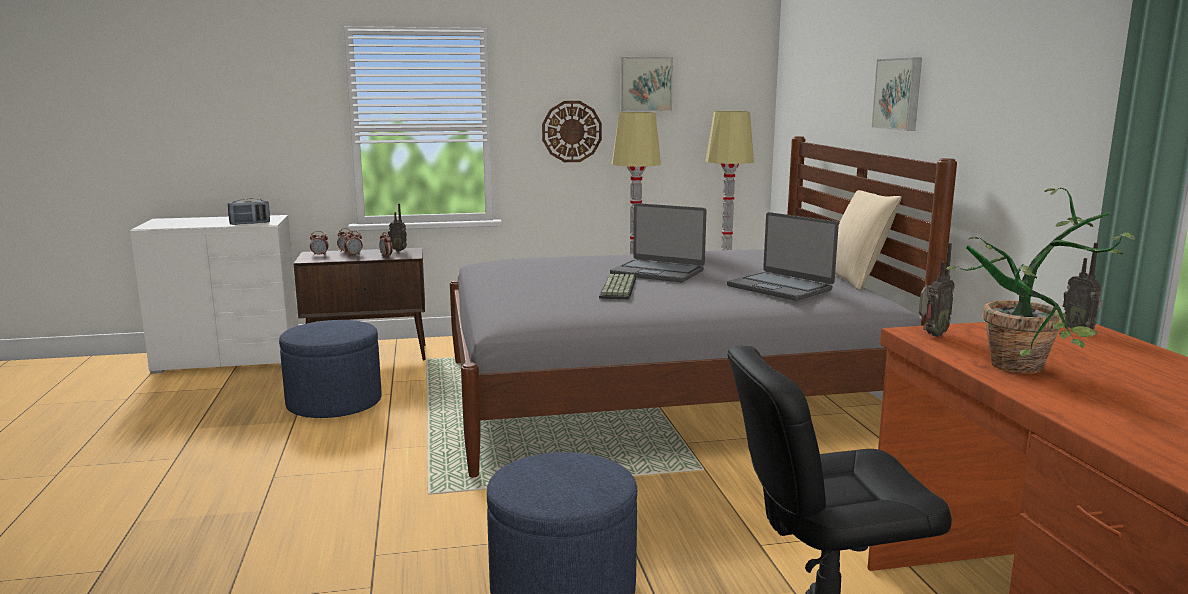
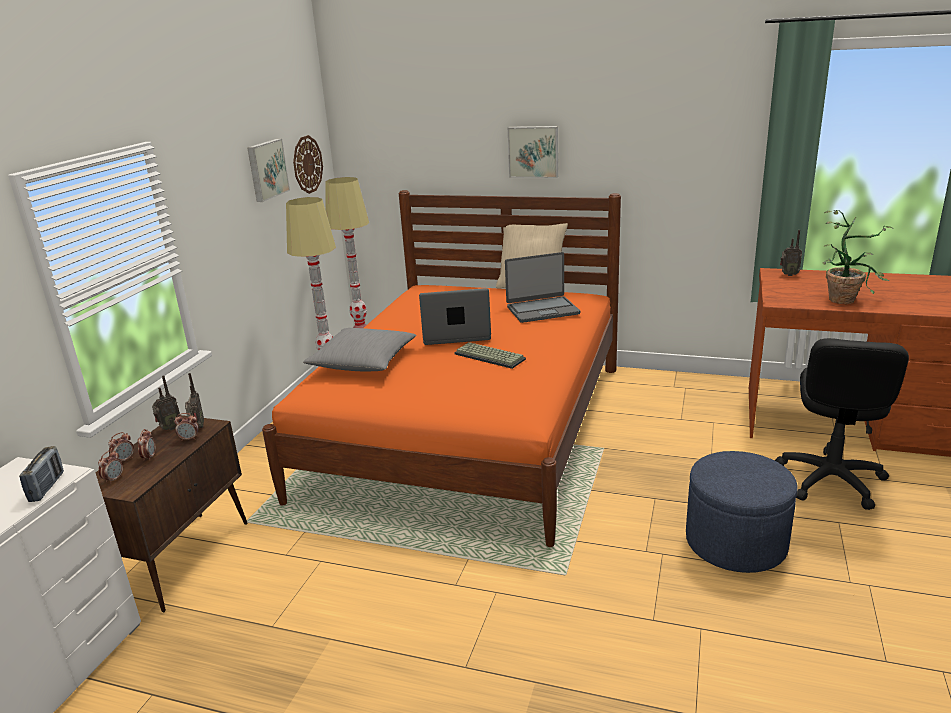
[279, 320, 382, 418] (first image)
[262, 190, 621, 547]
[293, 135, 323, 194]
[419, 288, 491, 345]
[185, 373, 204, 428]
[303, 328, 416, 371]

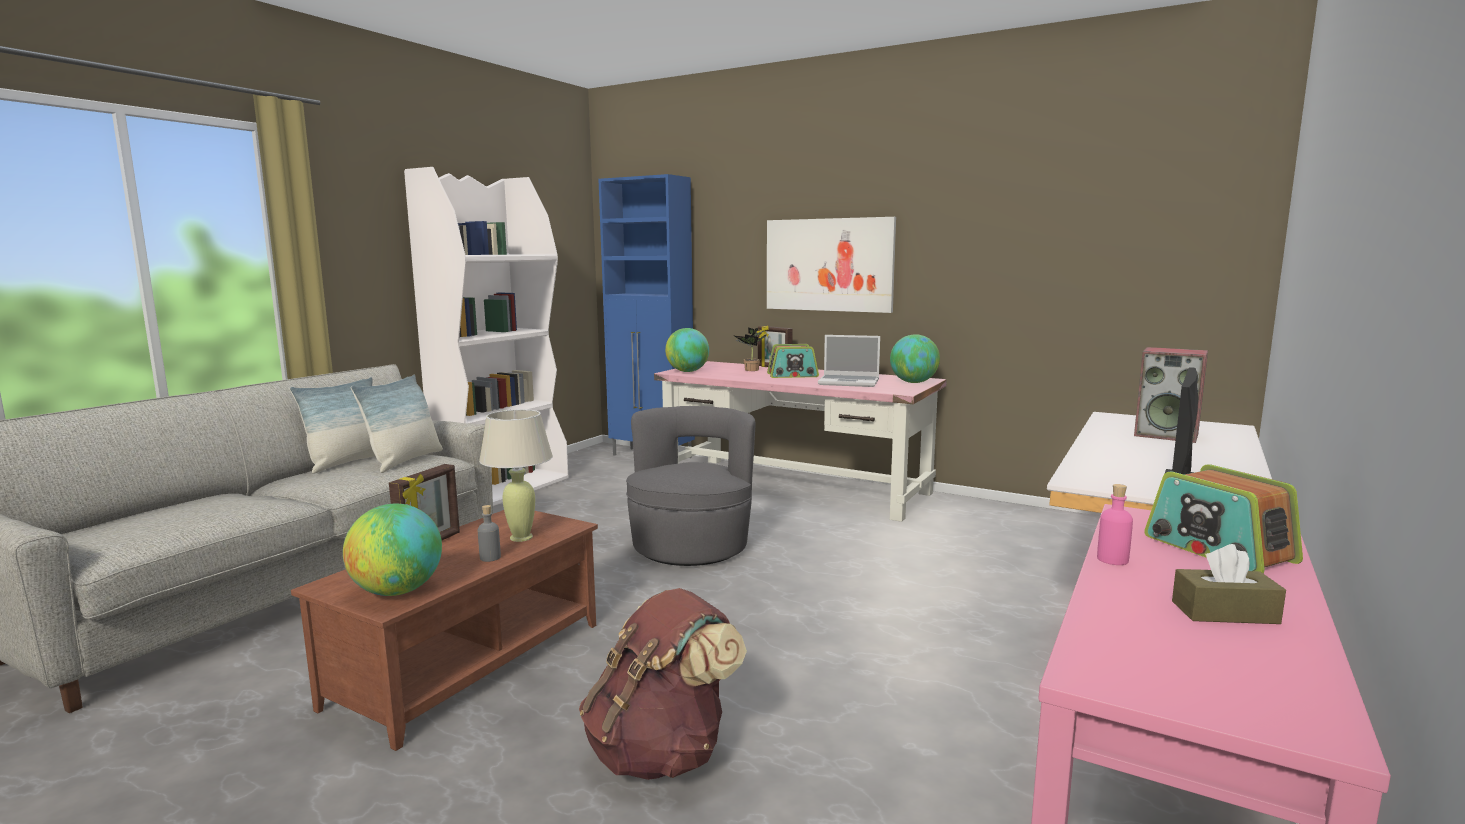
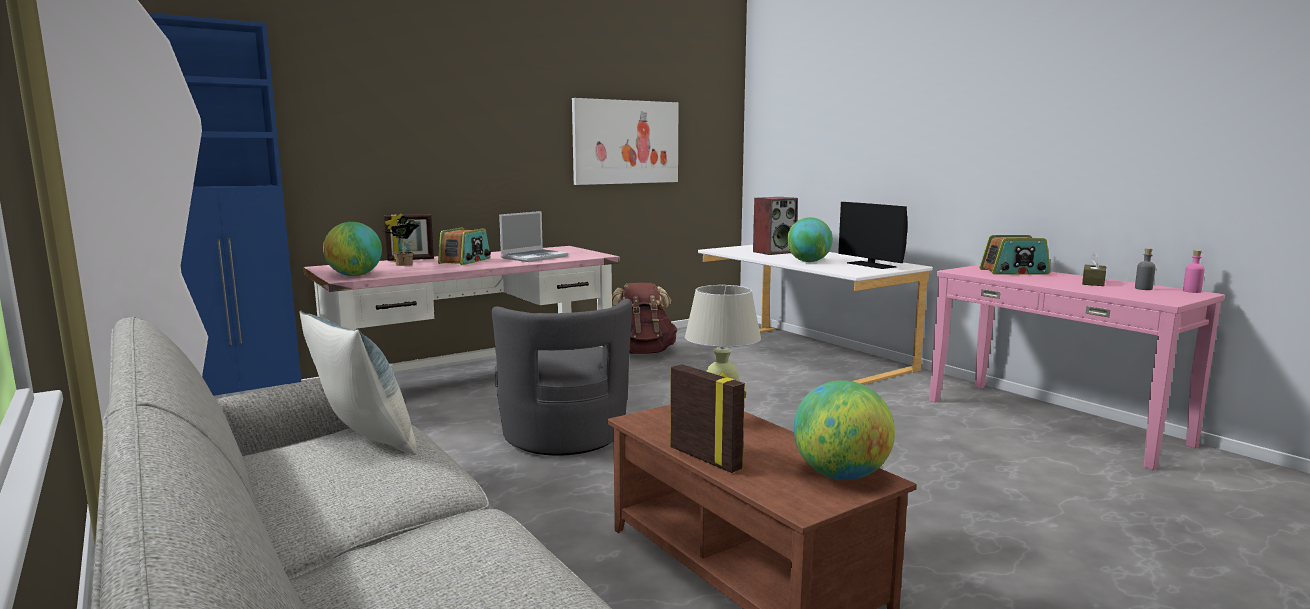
[290, 377, 375, 474] (first image)
[1135, 248, 1156, 290]
[612, 283, 677, 354]
[492, 299, 632, 456]
[572, 98, 679, 185]
[787, 217, 833, 262]
[1183, 250, 1205, 293]

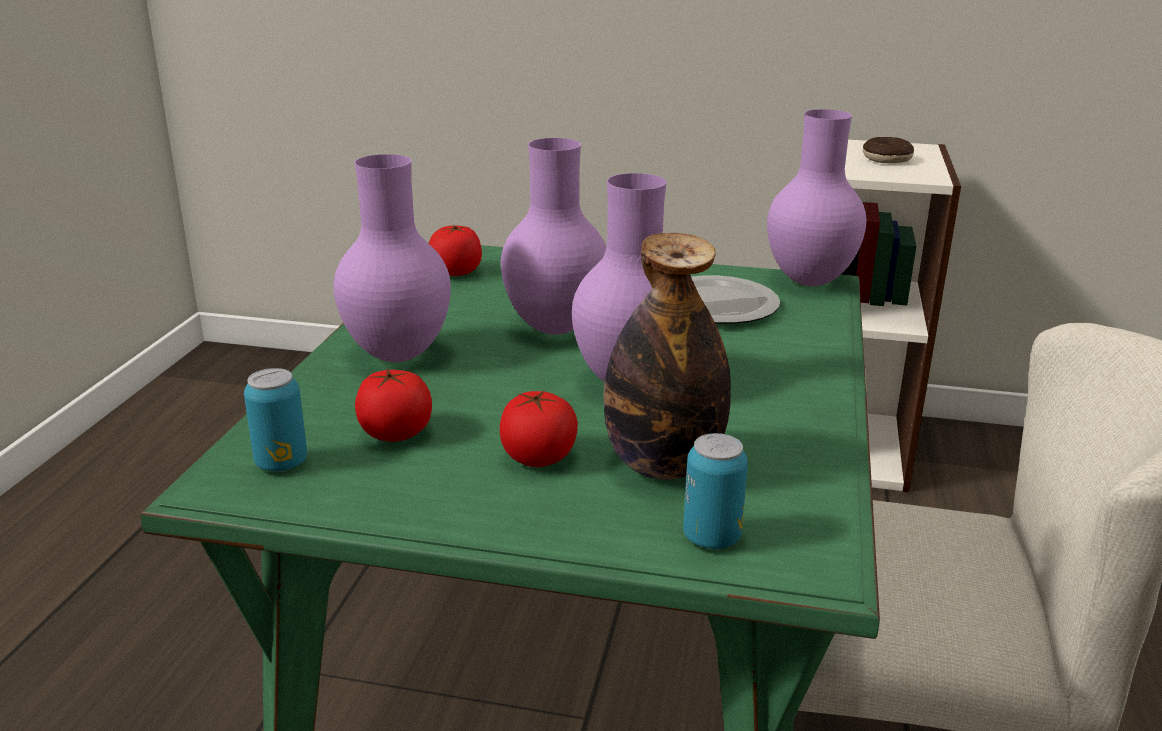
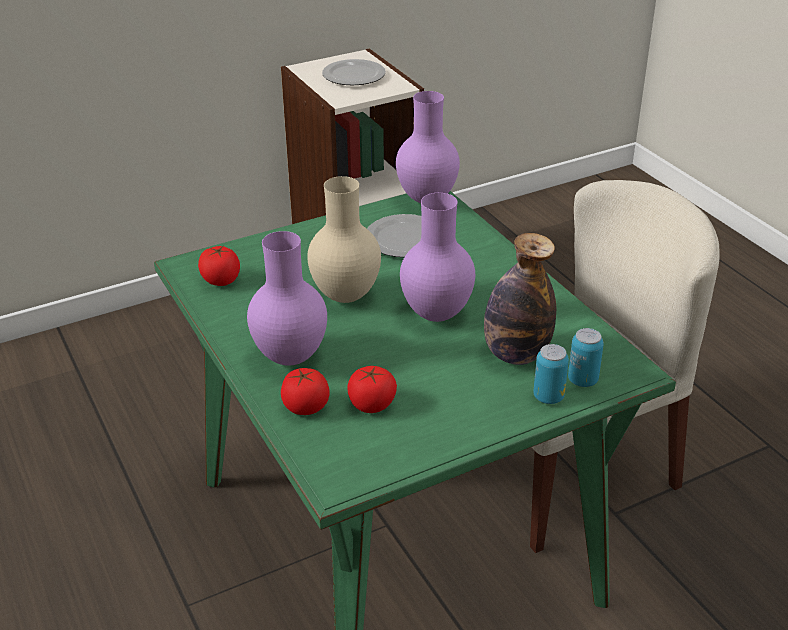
[533, 344, 569, 404]
[281, 368, 330, 415]
[307, 176, 381, 303]
[322, 59, 386, 85]

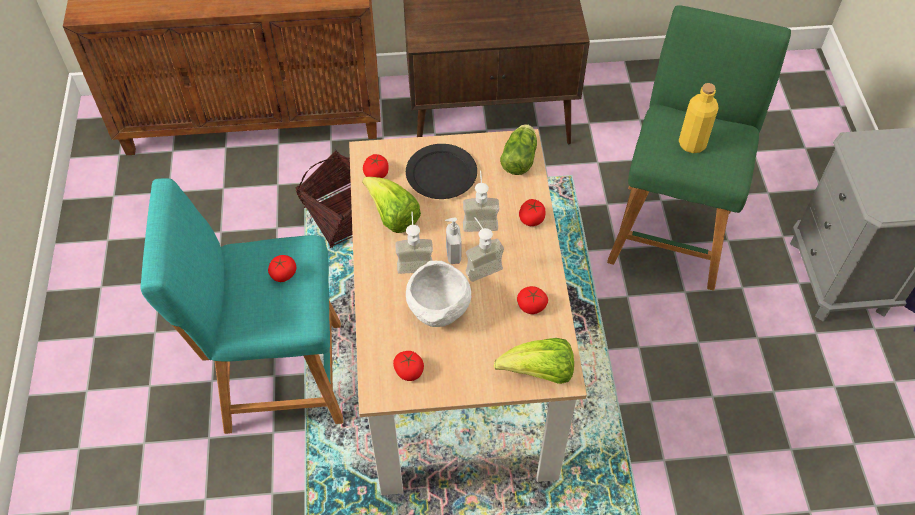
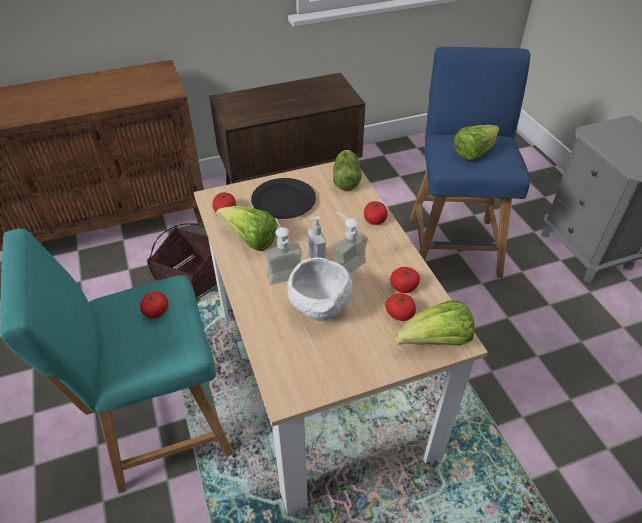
[385, 293, 416, 321]
[463, 170, 499, 232] (first image)
[410, 47, 530, 278]
[454, 125, 499, 160]

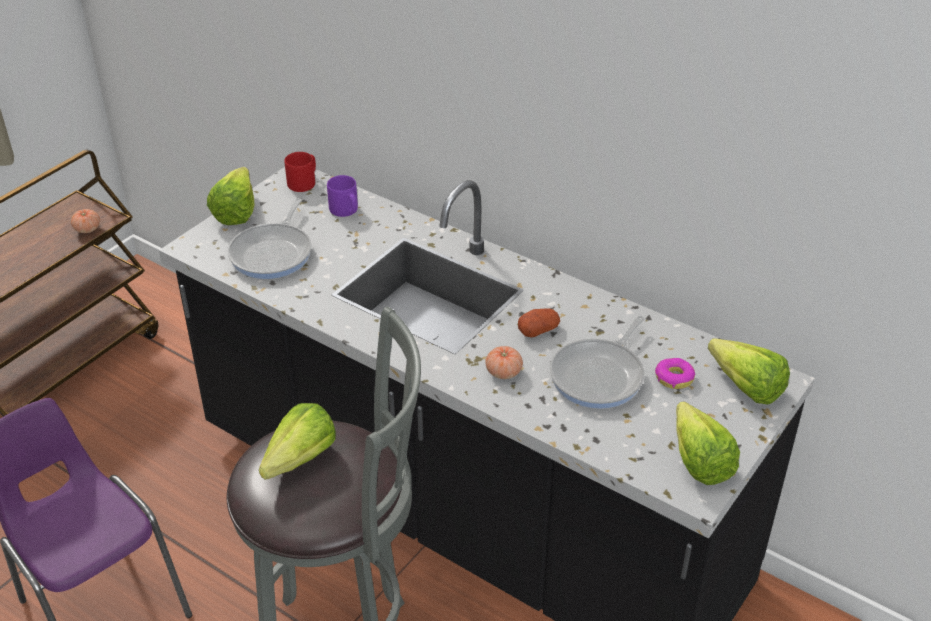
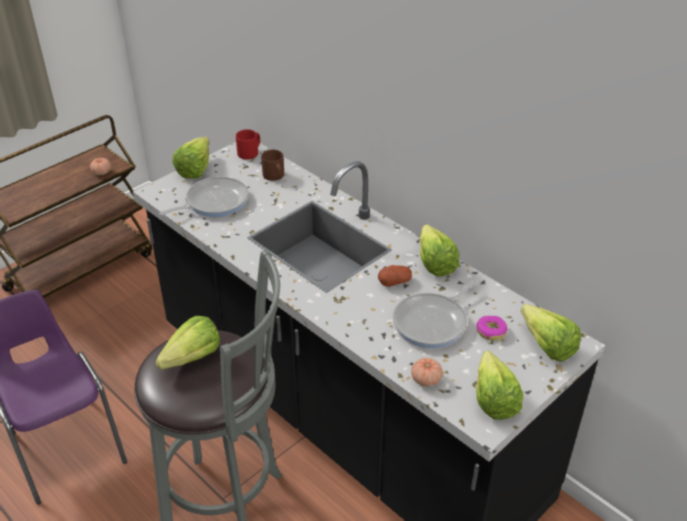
[159, 176, 248, 217]
[261, 150, 284, 181]
[411, 358, 443, 387]
[420, 225, 460, 277]

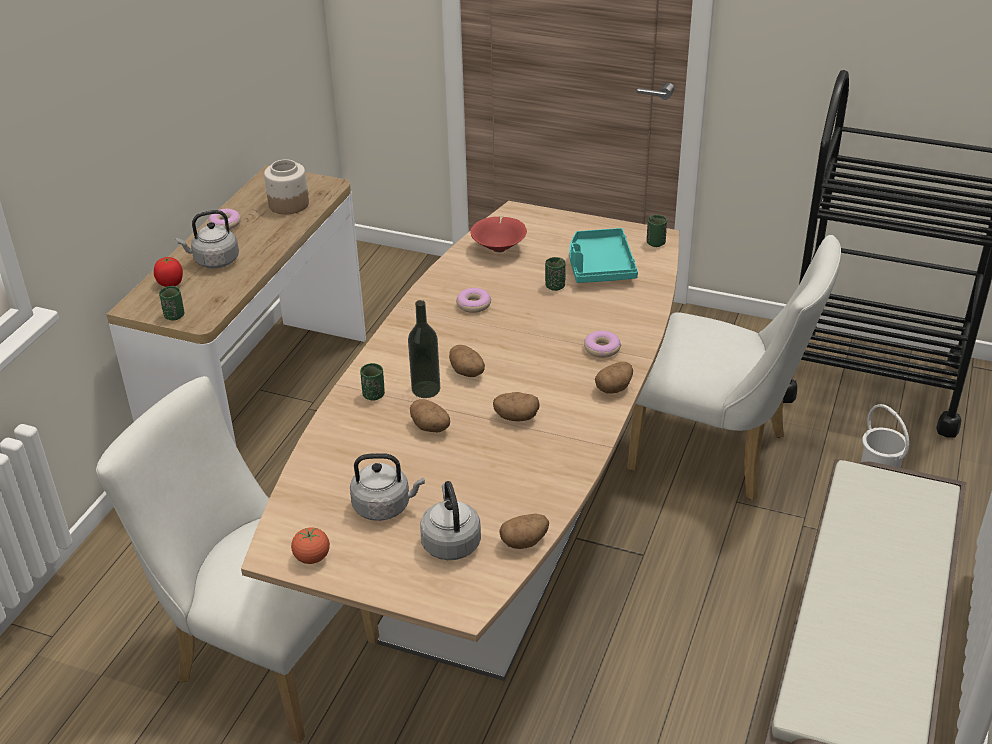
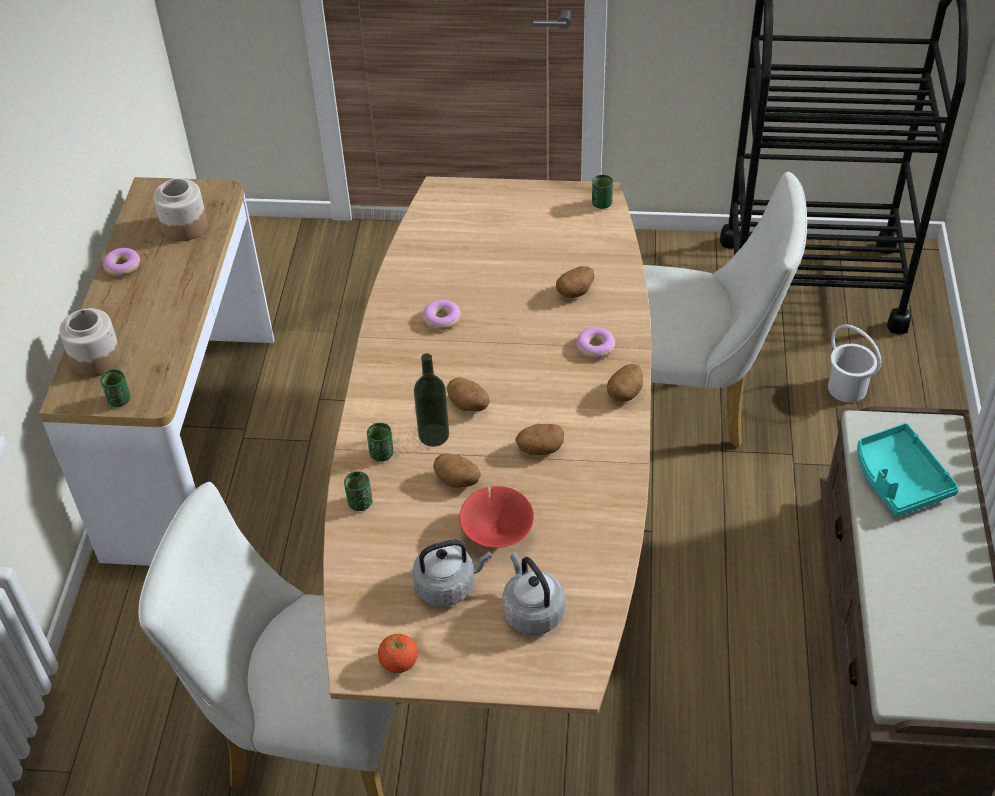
[59, 308, 121, 377]
[176, 210, 239, 269] (first image)
[459, 486, 534, 548]
[556, 266, 594, 298]
[344, 471, 373, 511]
[857, 423, 959, 517]

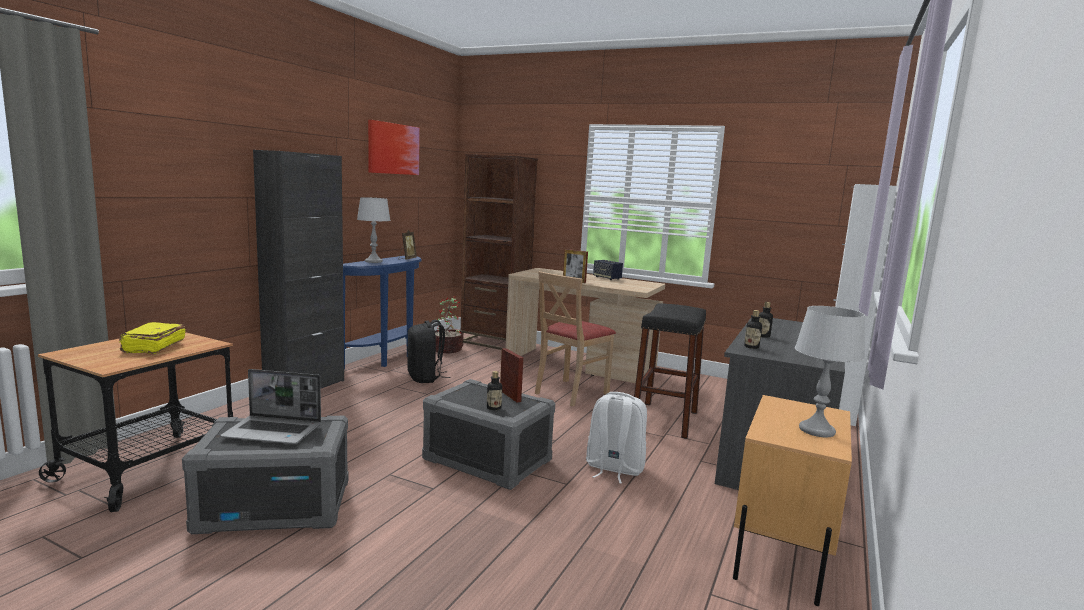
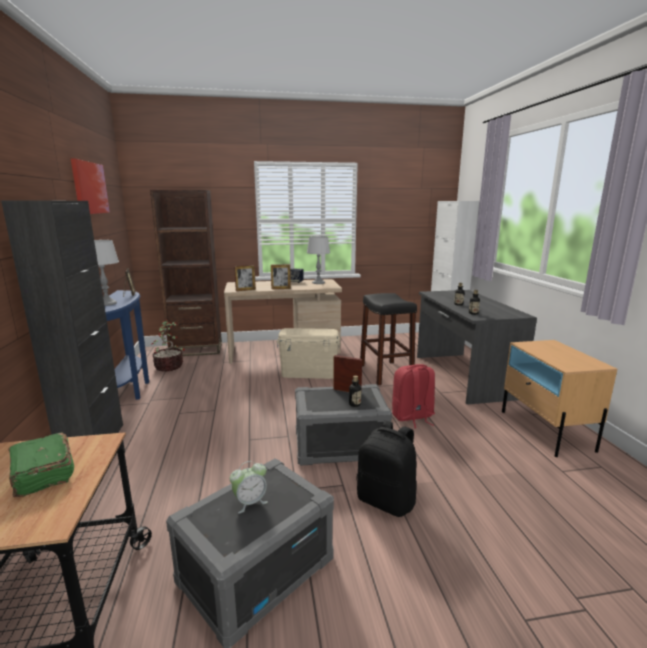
[8, 433, 74, 497]
[230, 461, 268, 514]
[357, 421, 417, 517]
[277, 328, 340, 379]
[392, 364, 435, 428]
[307, 236, 330, 284]
[234, 265, 256, 291]

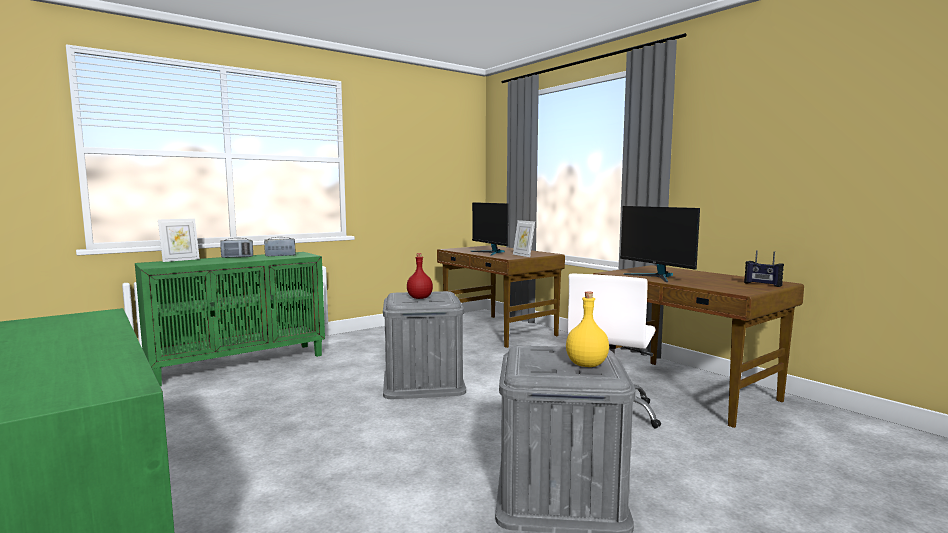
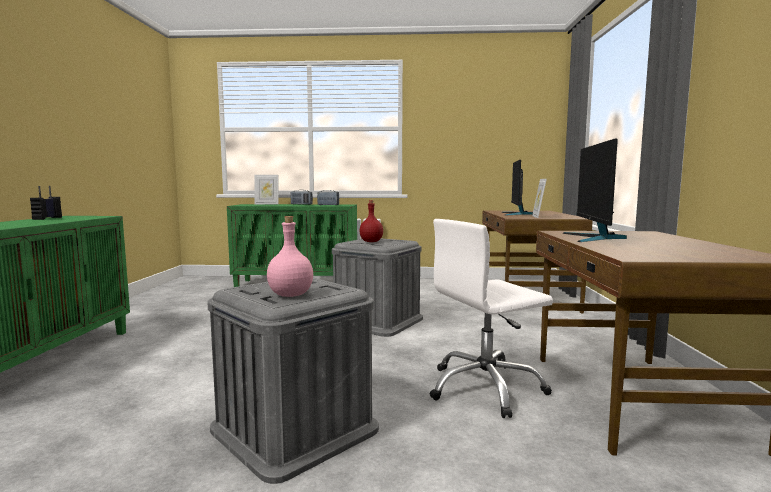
[267, 216, 313, 297]
[30, 186, 62, 220]

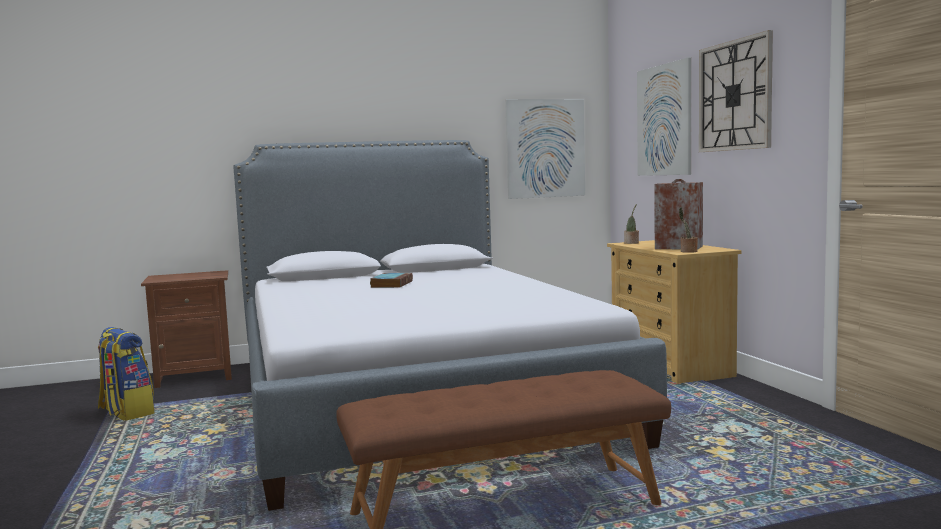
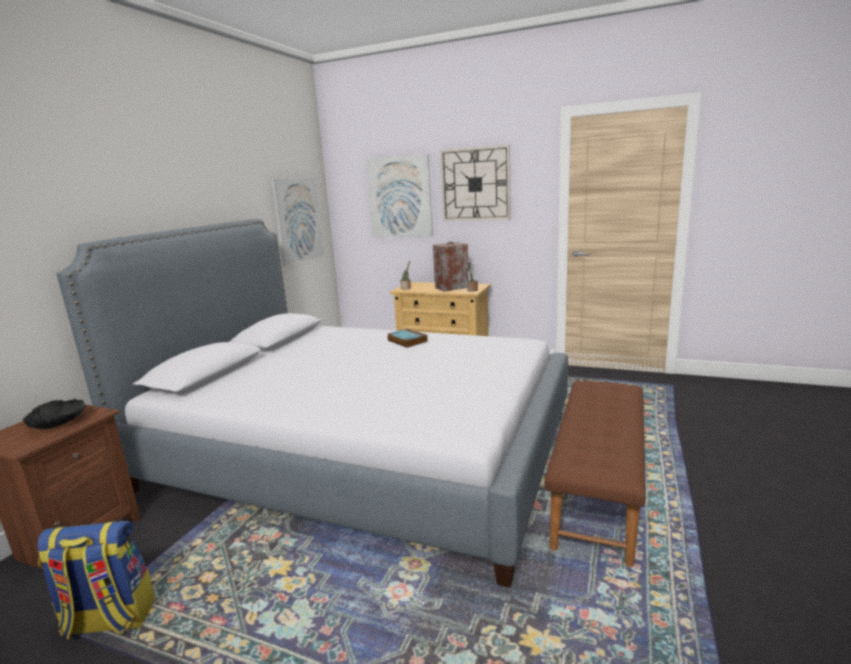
[388, 329, 428, 348]
[23, 399, 87, 429]

